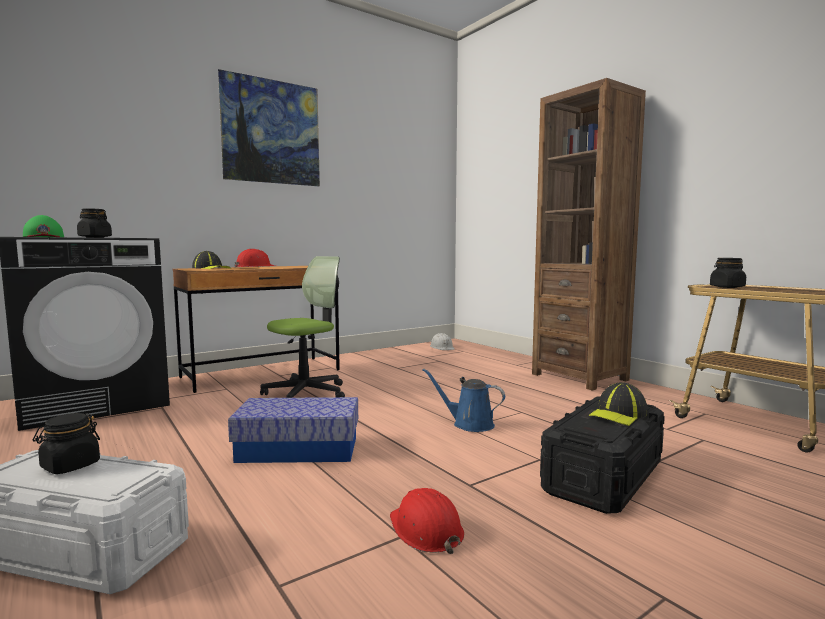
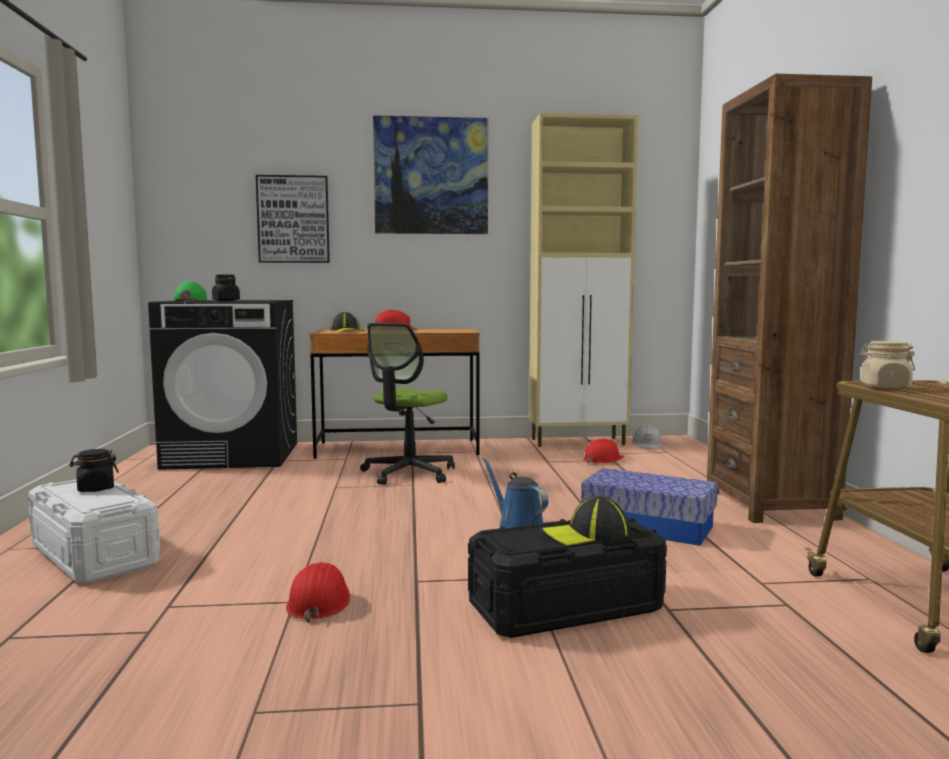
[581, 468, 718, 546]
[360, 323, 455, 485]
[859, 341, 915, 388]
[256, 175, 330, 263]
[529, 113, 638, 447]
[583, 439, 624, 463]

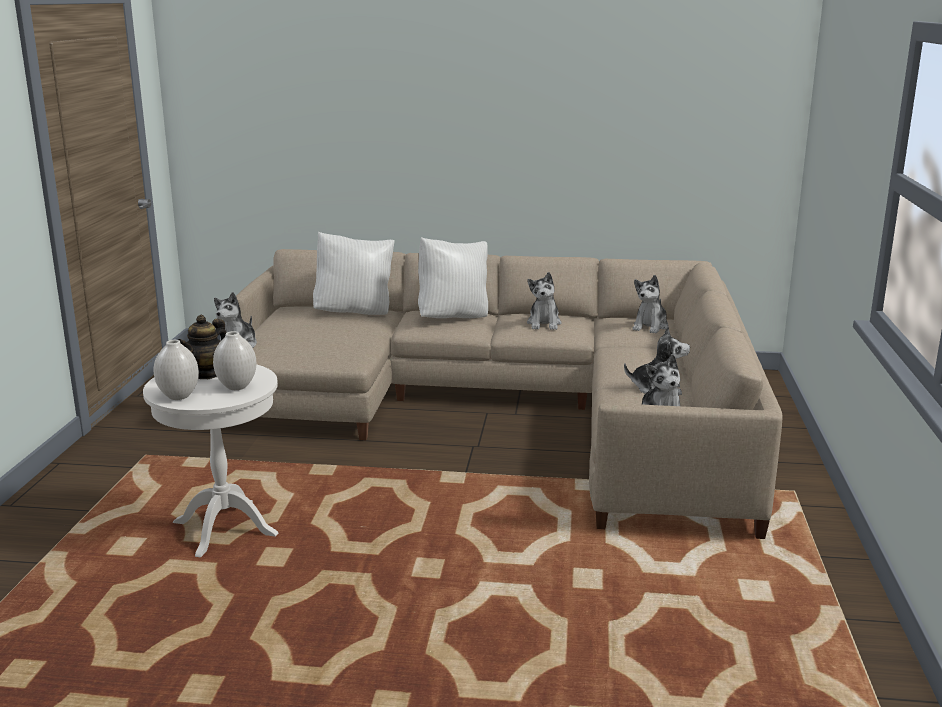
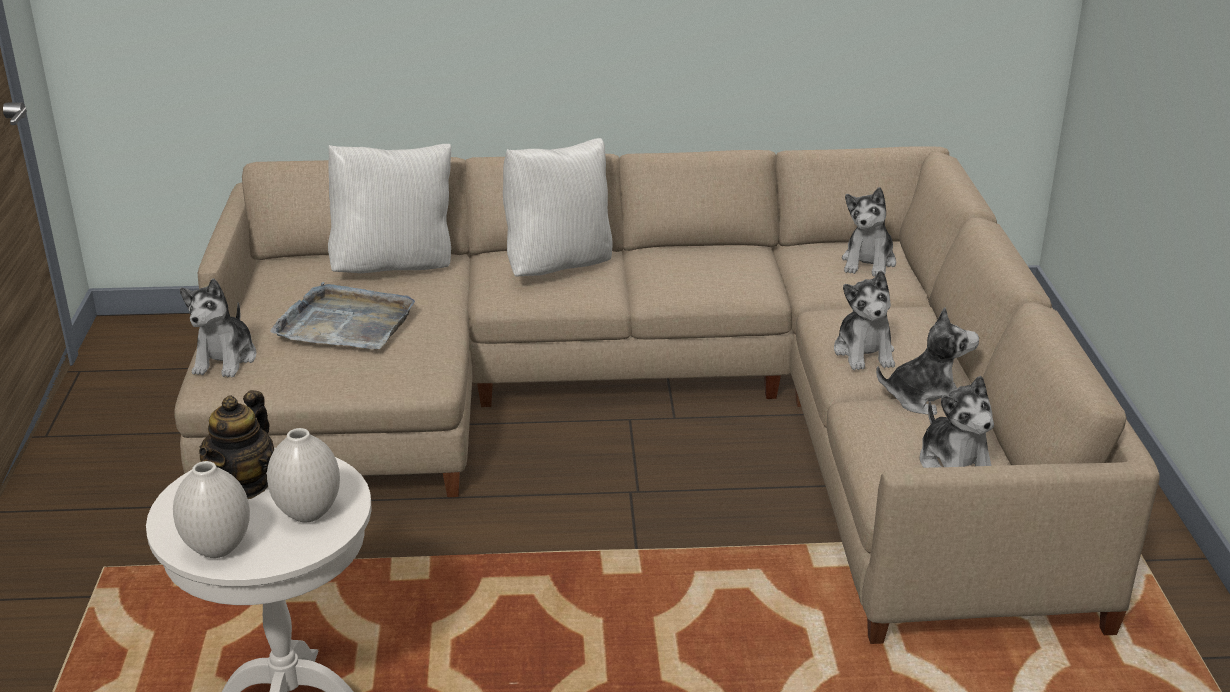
[834, 270, 895, 370]
[270, 282, 415, 349]

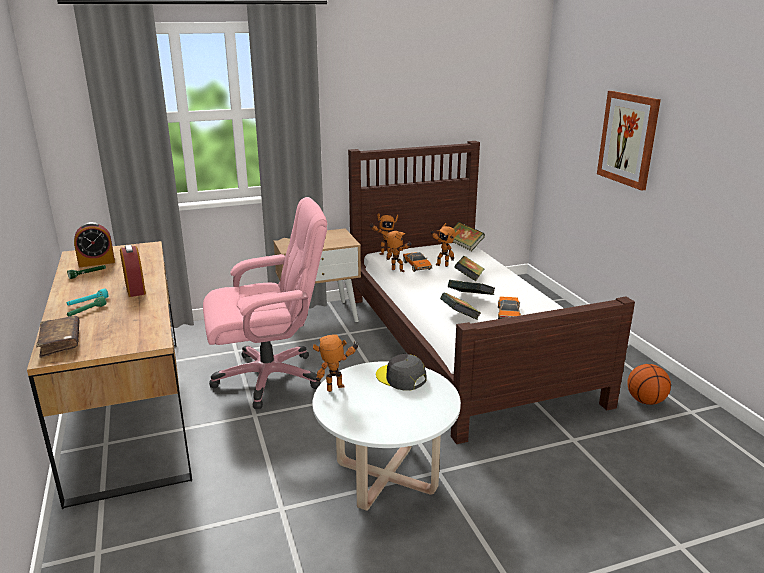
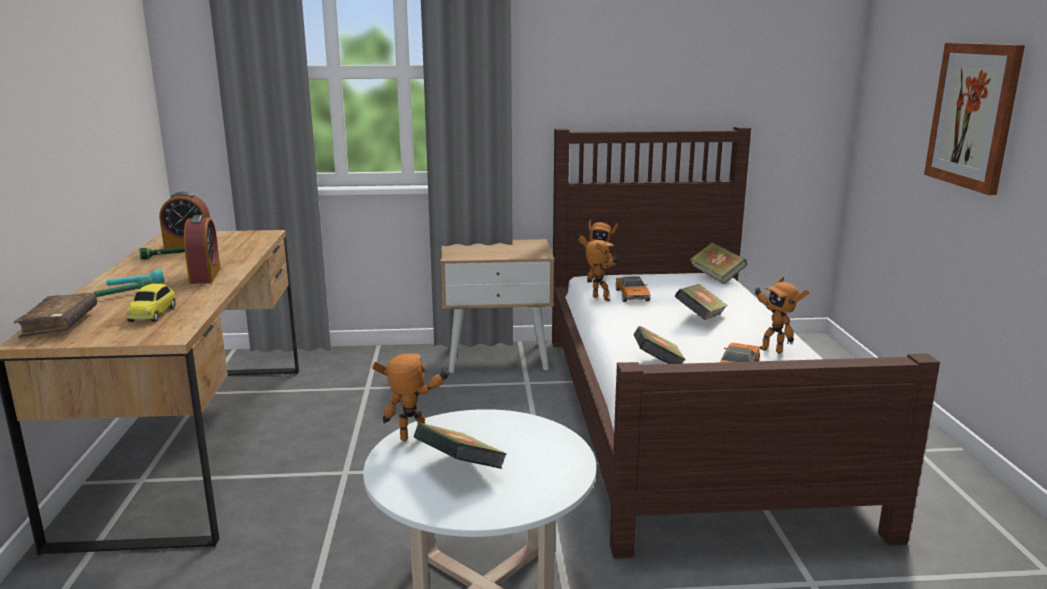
[203, 197, 327, 409] (first image)
[376, 354, 427, 390] (first image)
[754, 276, 809, 354]
[414, 423, 507, 469]
[627, 364, 671, 405] (first image)
[126, 284, 176, 322]

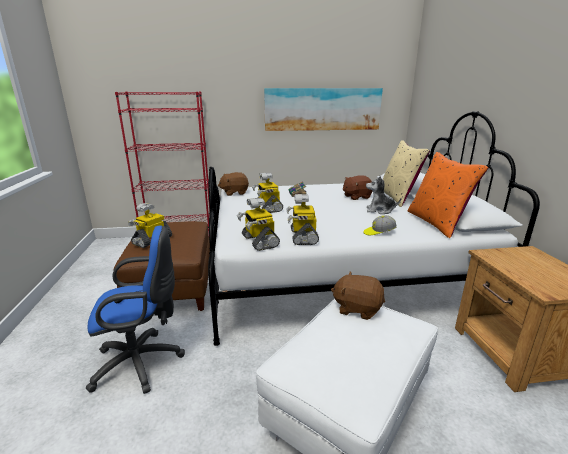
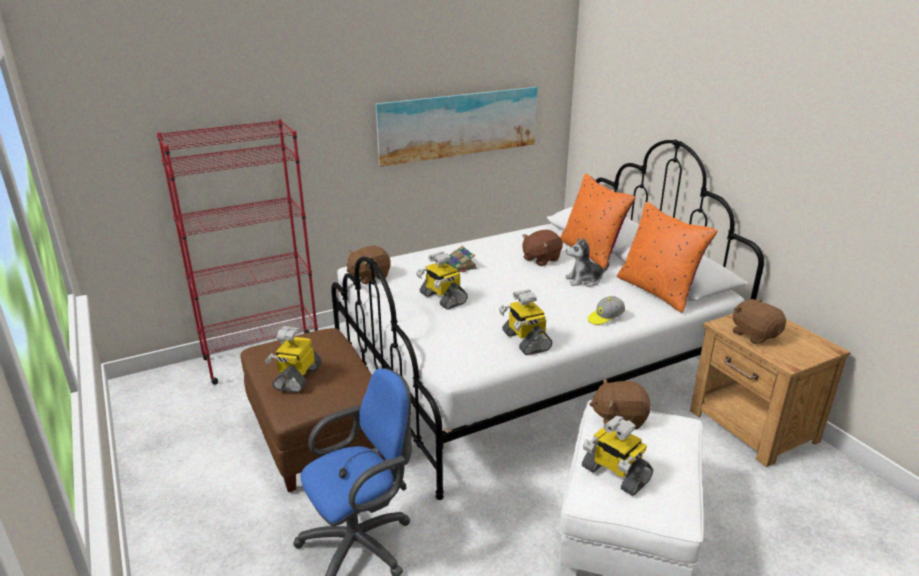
[582, 416, 653, 496]
[560, 173, 635, 269]
[733, 299, 786, 344]

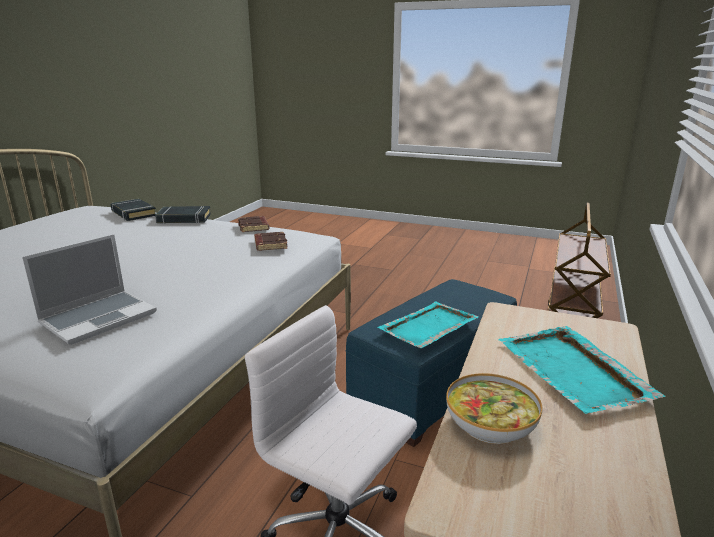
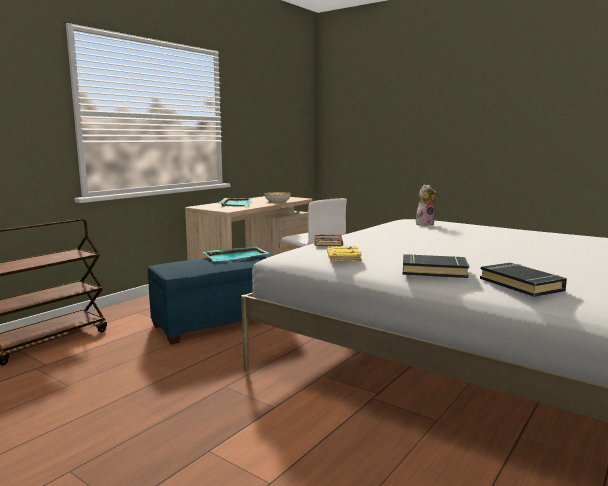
[416, 185, 437, 226]
[327, 246, 362, 261]

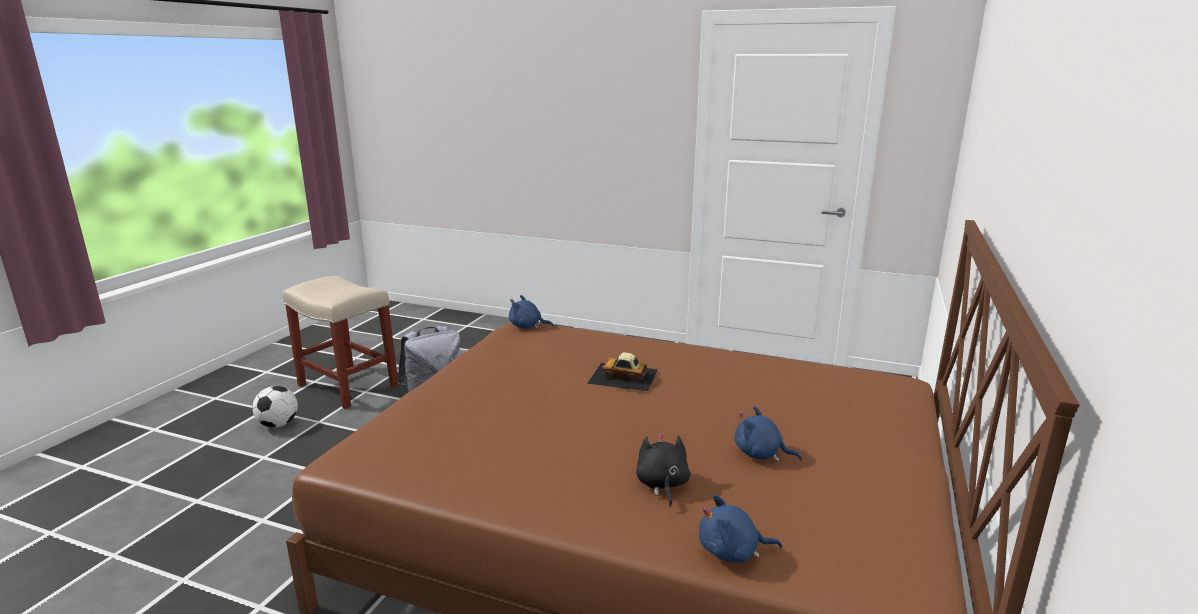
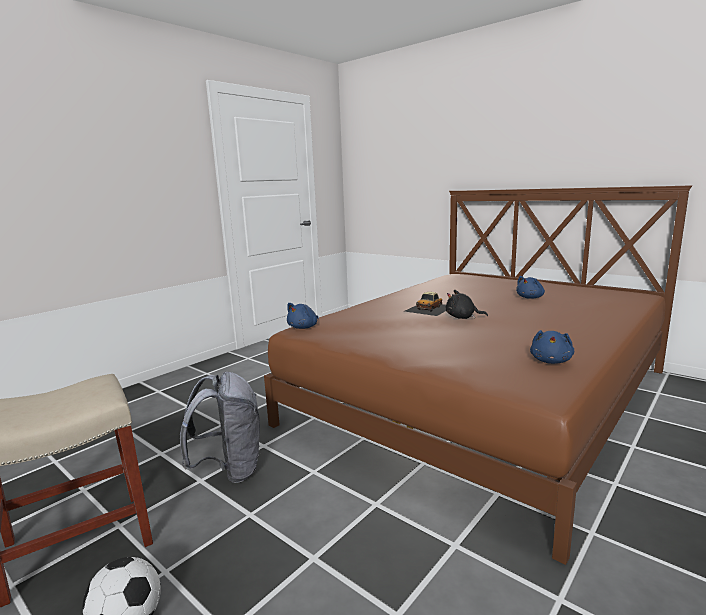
[446, 290, 488, 319]
[530, 330, 574, 364]

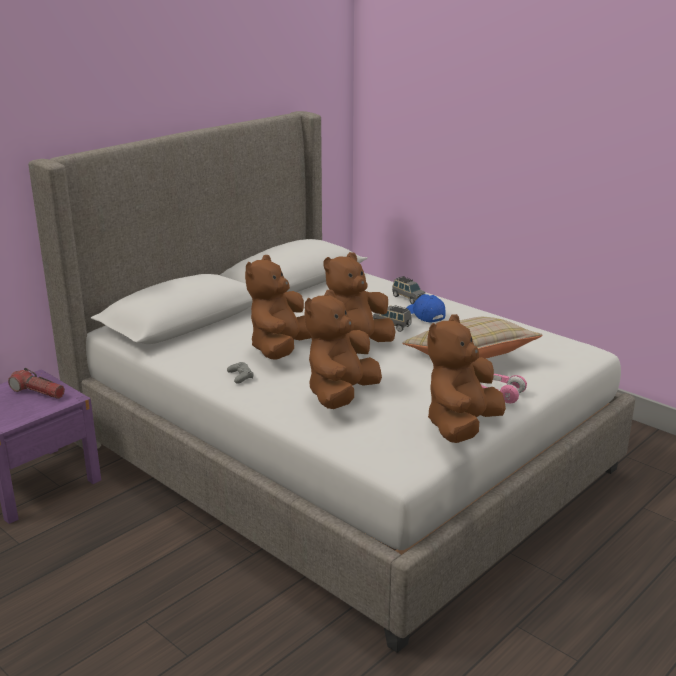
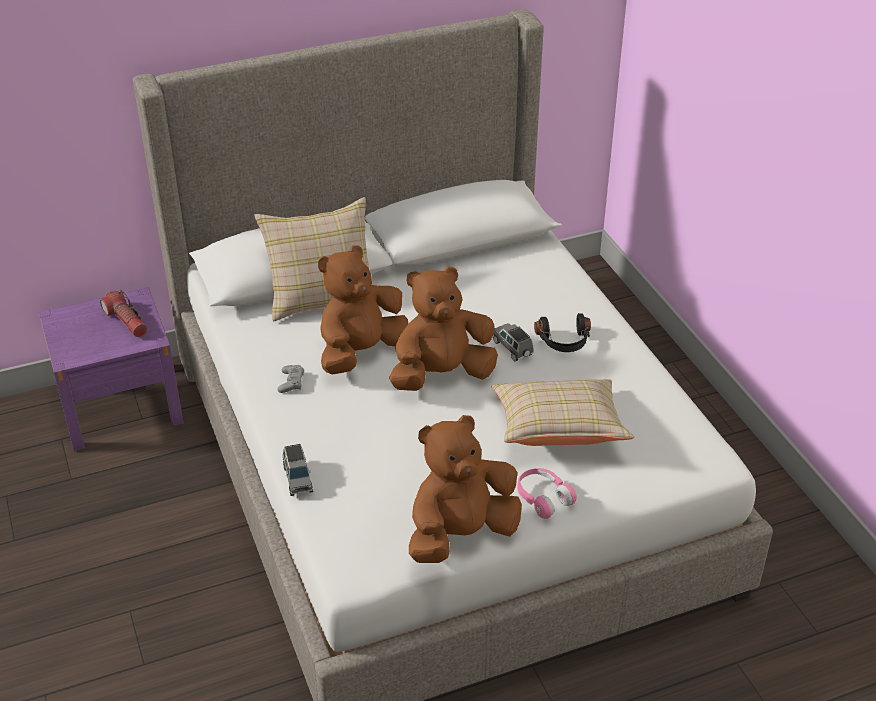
[304, 290, 382, 409] (first image)
[283, 444, 313, 496]
[534, 313, 591, 352]
[254, 197, 369, 322]

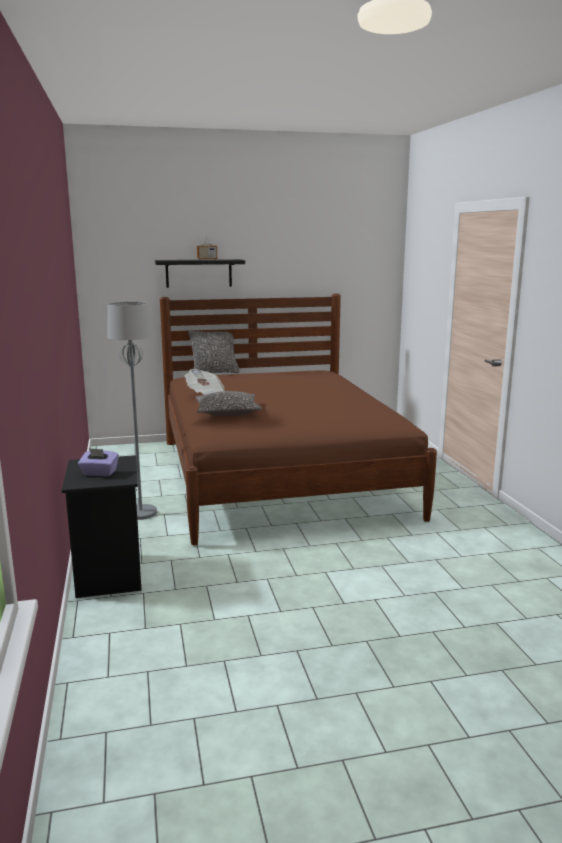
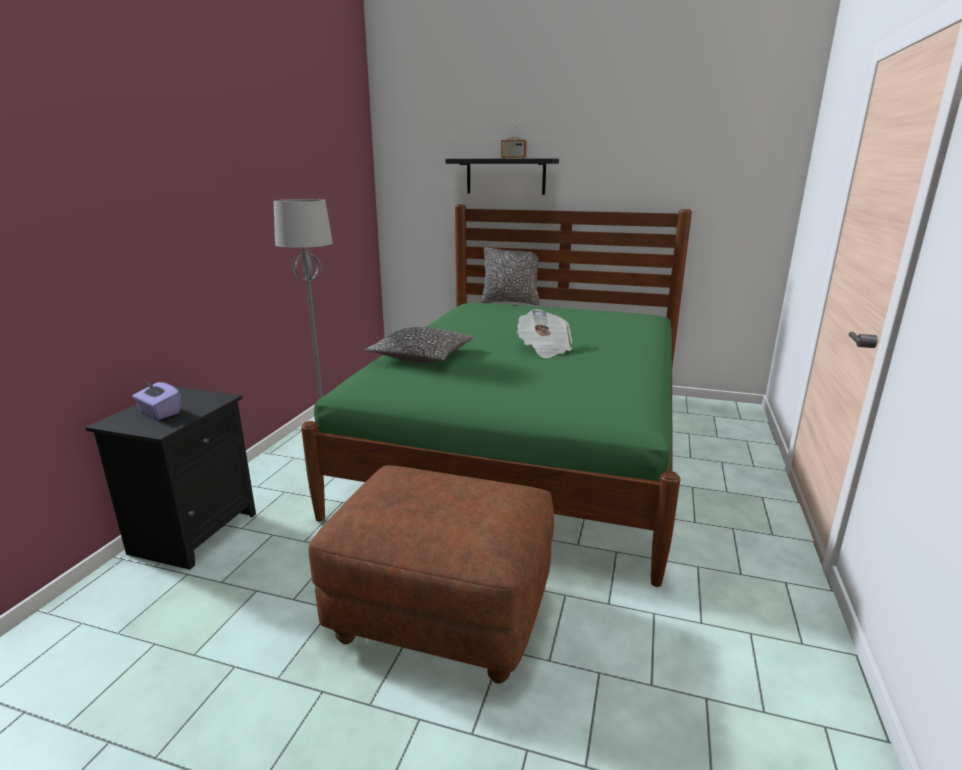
[301, 204, 692, 587]
[517, 309, 572, 358]
[309, 465, 554, 684]

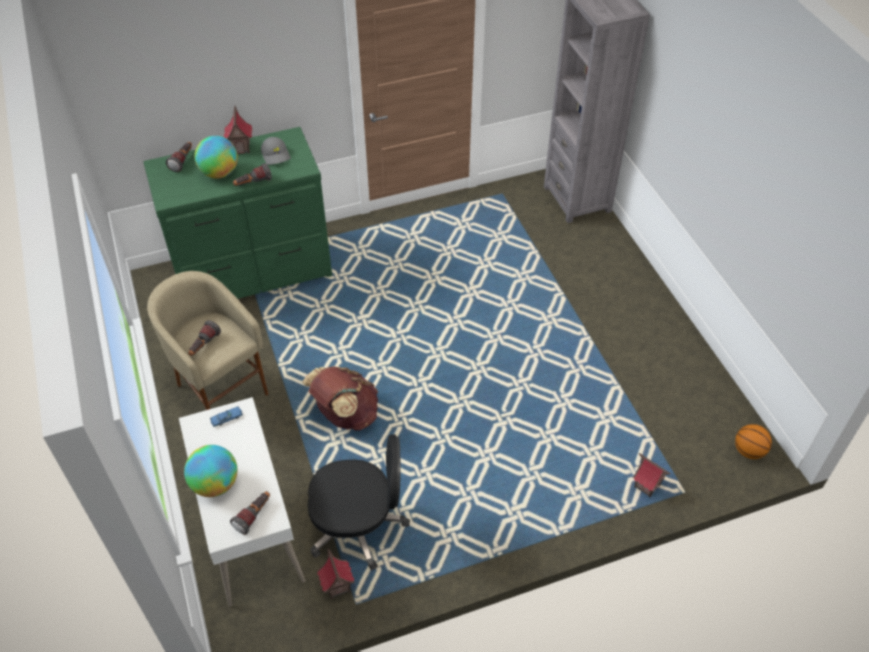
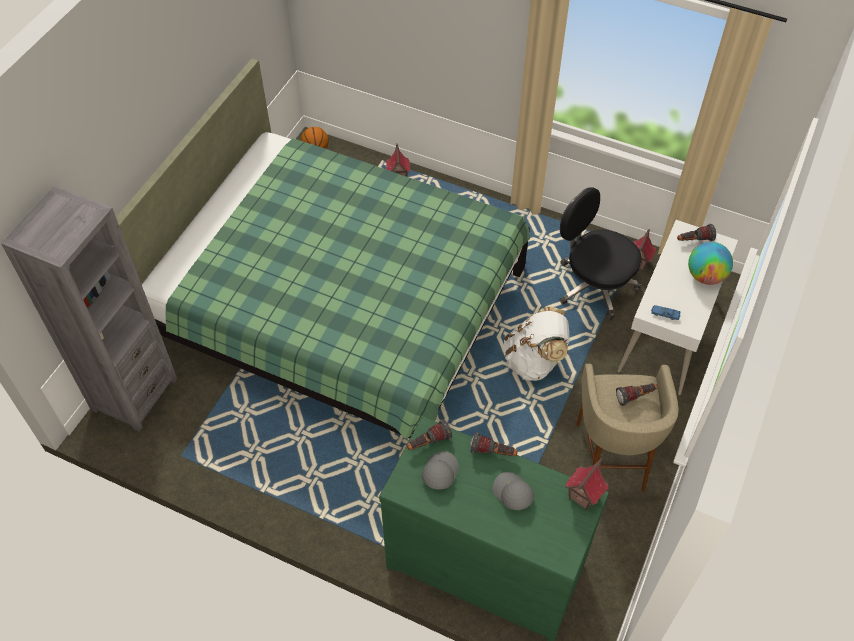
[407, 419, 453, 450]
[493, 472, 534, 510]
[565, 458, 609, 511]
[504, 306, 570, 381]
[116, 59, 530, 439]

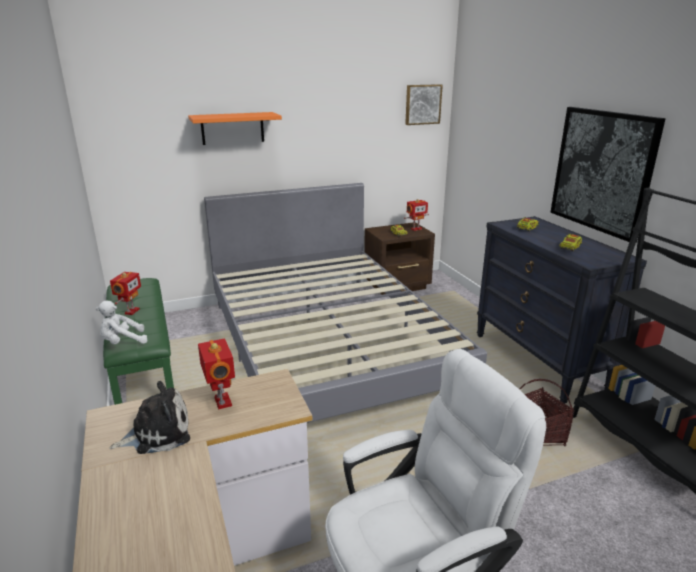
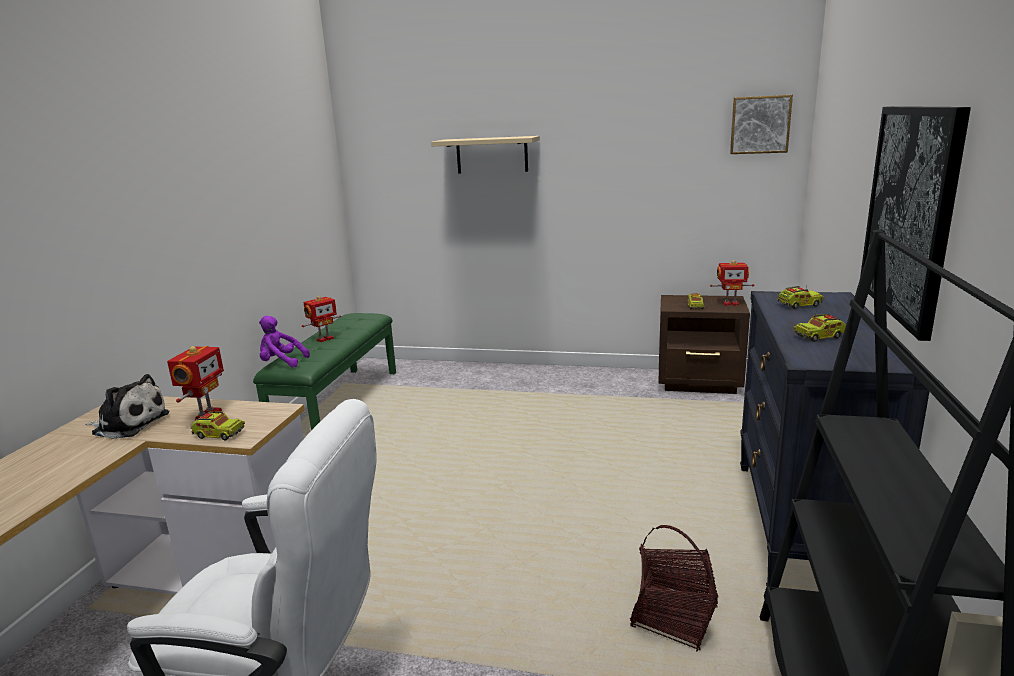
[259, 316, 310, 367]
[431, 136, 540, 173]
[204, 183, 487, 423] (first image)
[191, 411, 245, 441]

